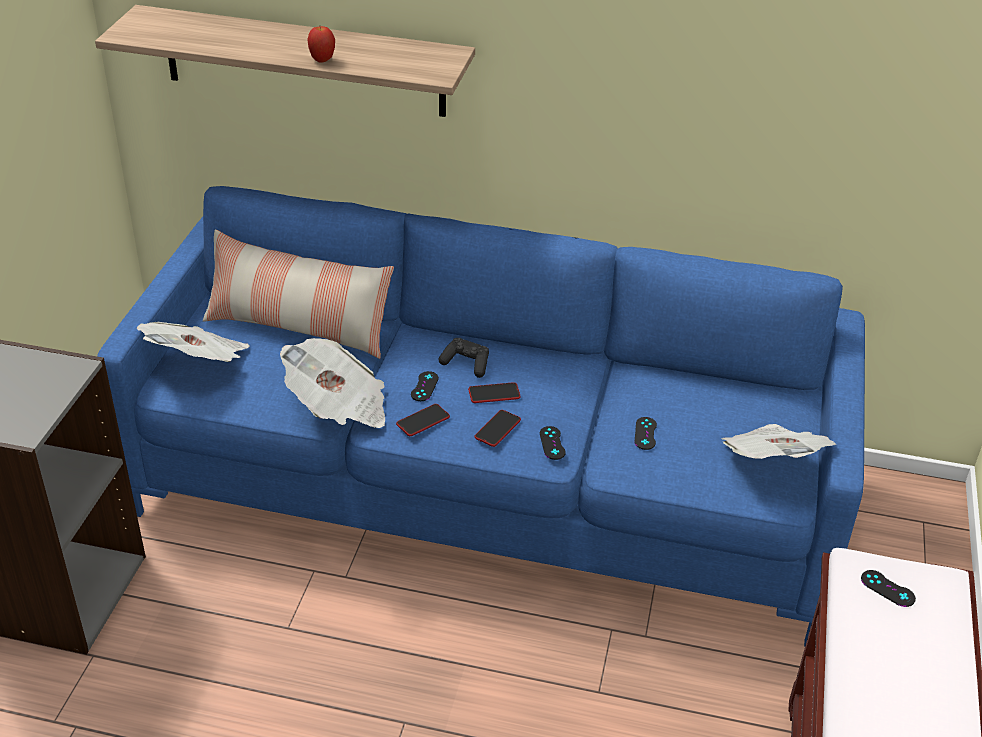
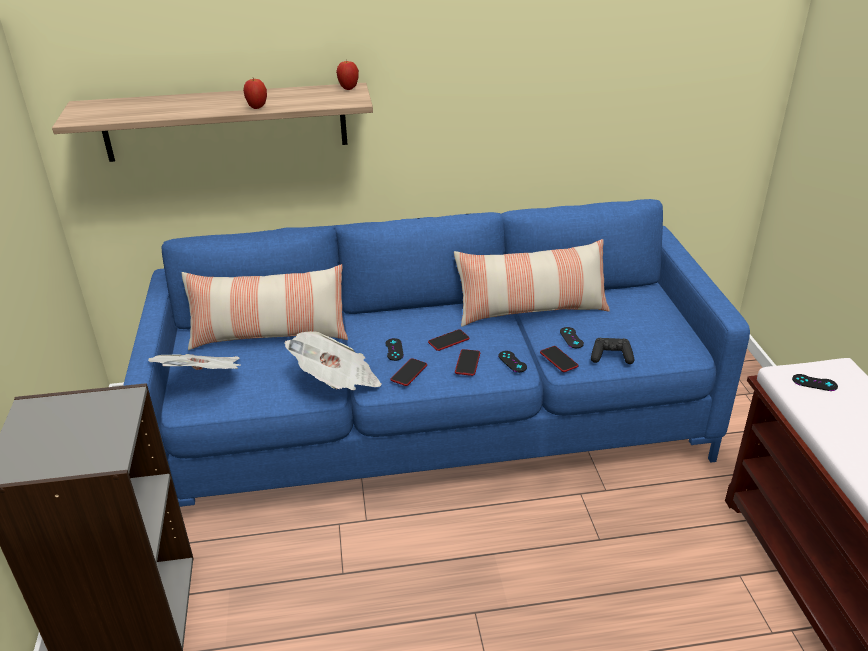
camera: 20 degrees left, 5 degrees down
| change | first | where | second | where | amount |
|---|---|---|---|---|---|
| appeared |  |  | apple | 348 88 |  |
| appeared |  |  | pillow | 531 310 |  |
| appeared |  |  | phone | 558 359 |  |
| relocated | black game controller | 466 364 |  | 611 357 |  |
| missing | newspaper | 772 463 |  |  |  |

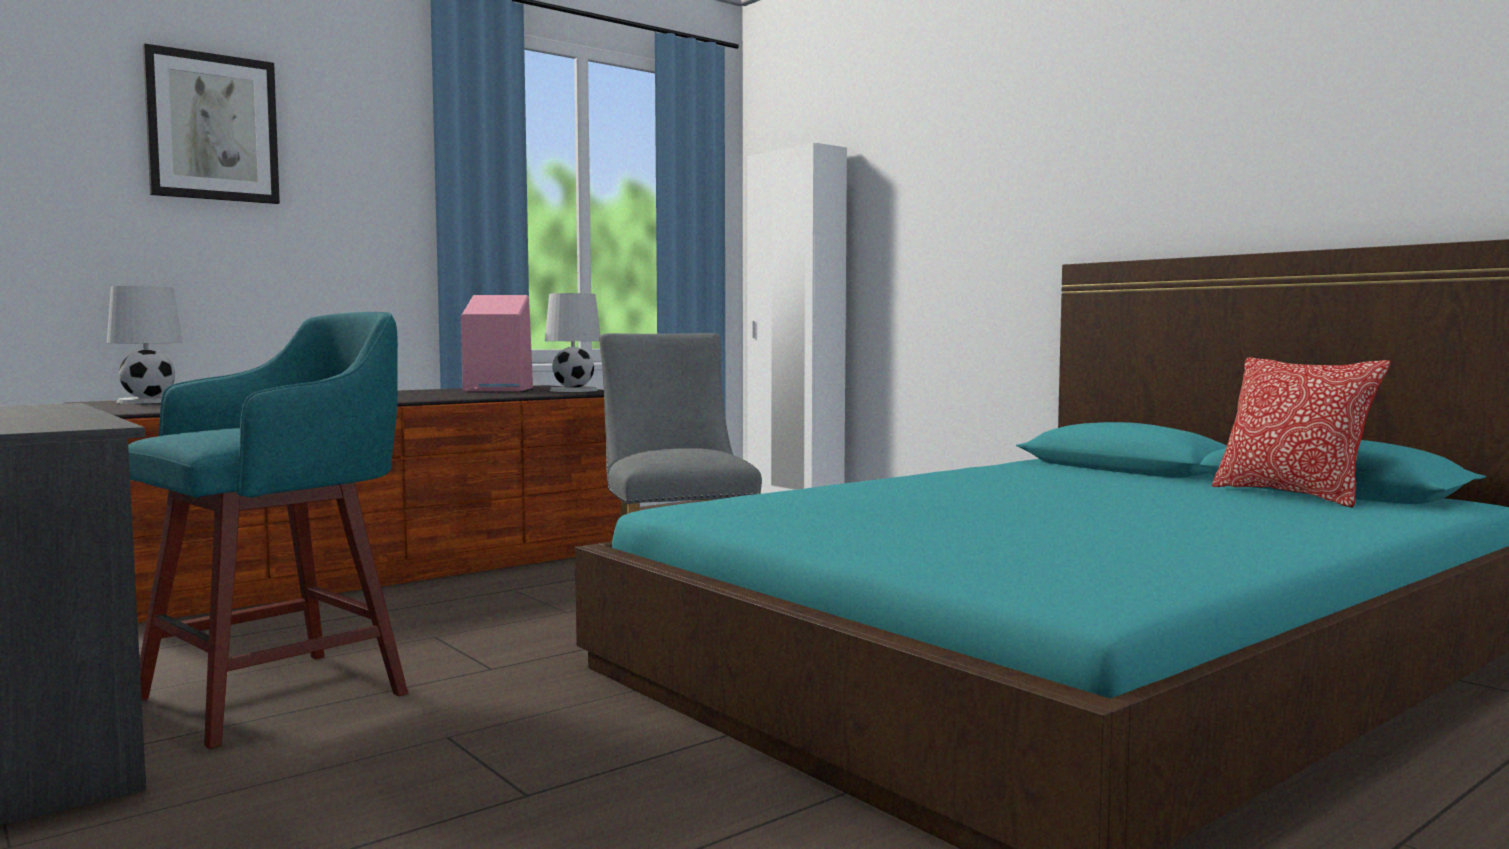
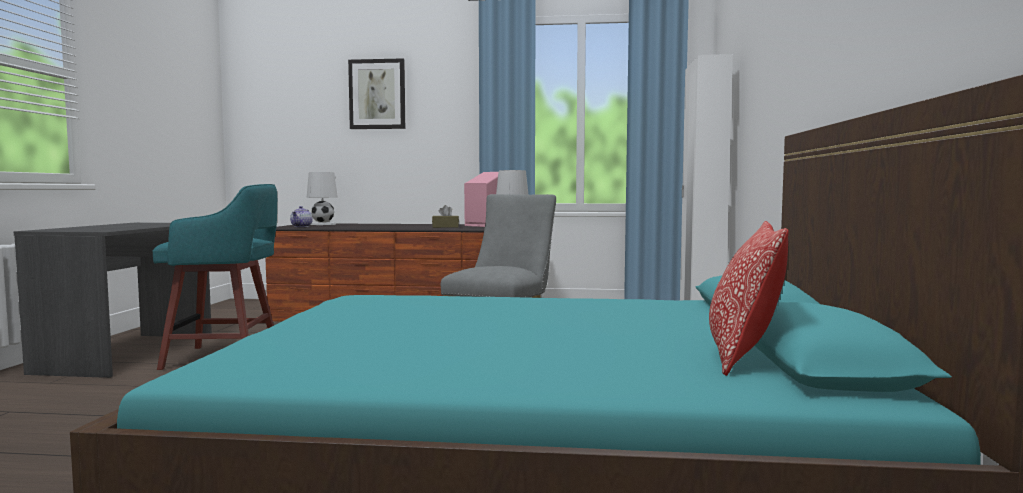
camera: 45 degrees right, 0 degrees up
| change | first | where | second | where | amount |
|---|---|---|---|---|---|
| appeared |  |  | teapot | 301 226 |  |
| appeared |  |  | brown tissue box | 445 227 |  |

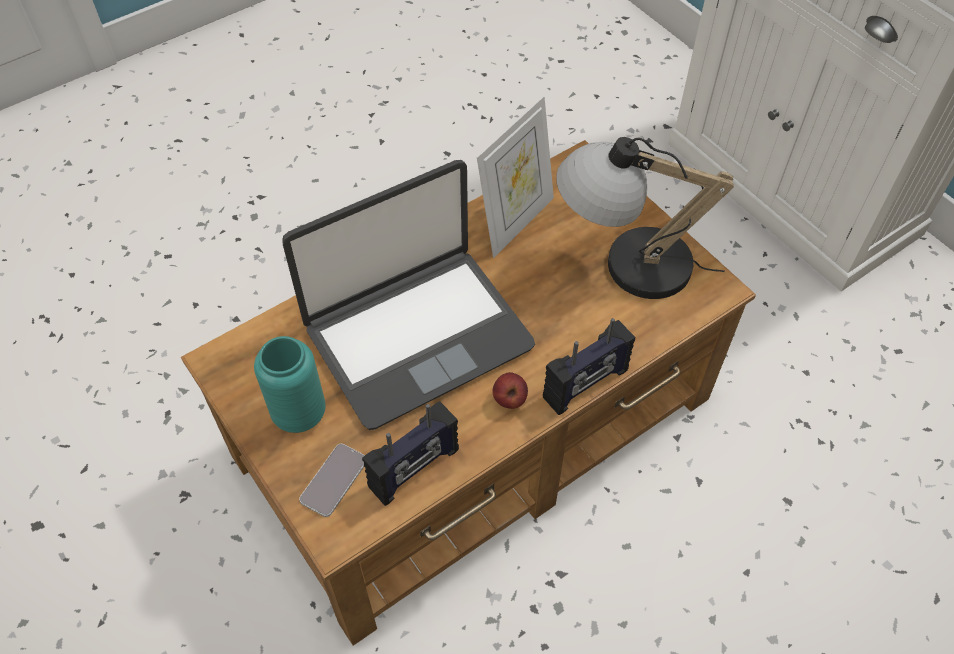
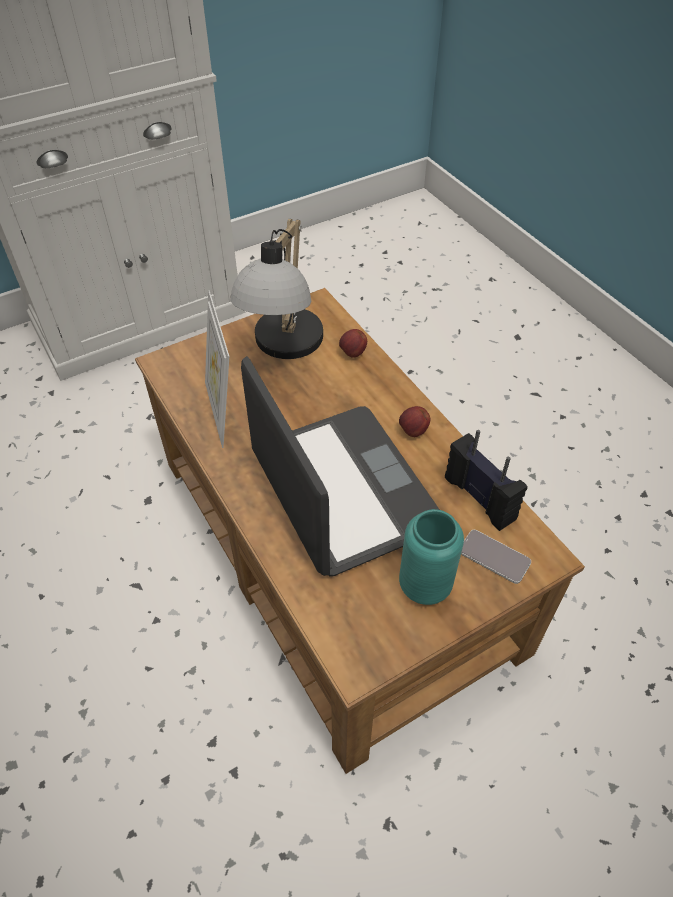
camera: 85 degrees left, 5 degrees down
| change | first | where | second | where | amount |
|---|---|---|---|---|---|
| spun | picture frame | 515 222 |  | 223 412 | 150 degrees counterclockwise |
| appeared |  |  | apple | 352 353 |  |
| missing | radio | 586 385 |  |  |  |

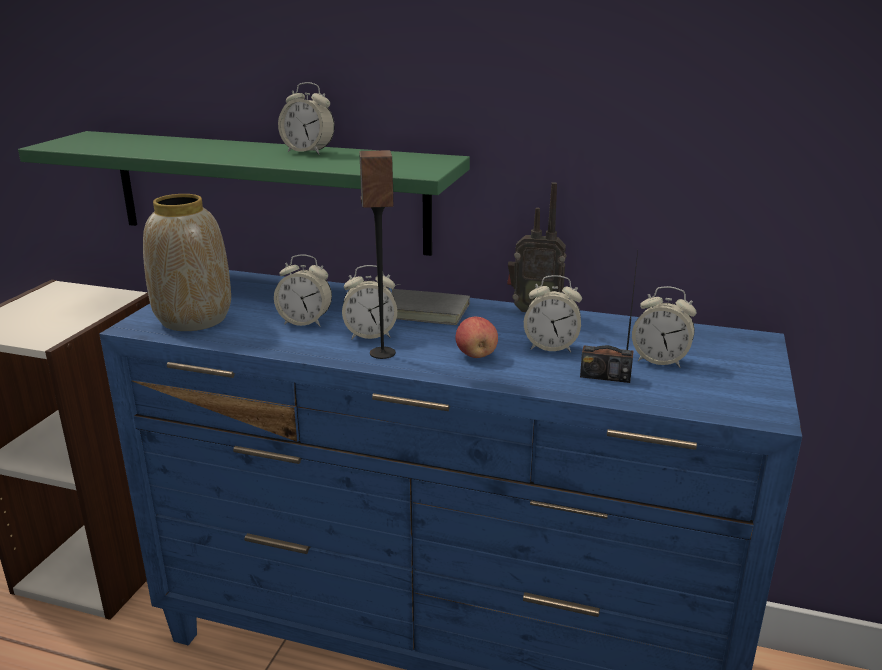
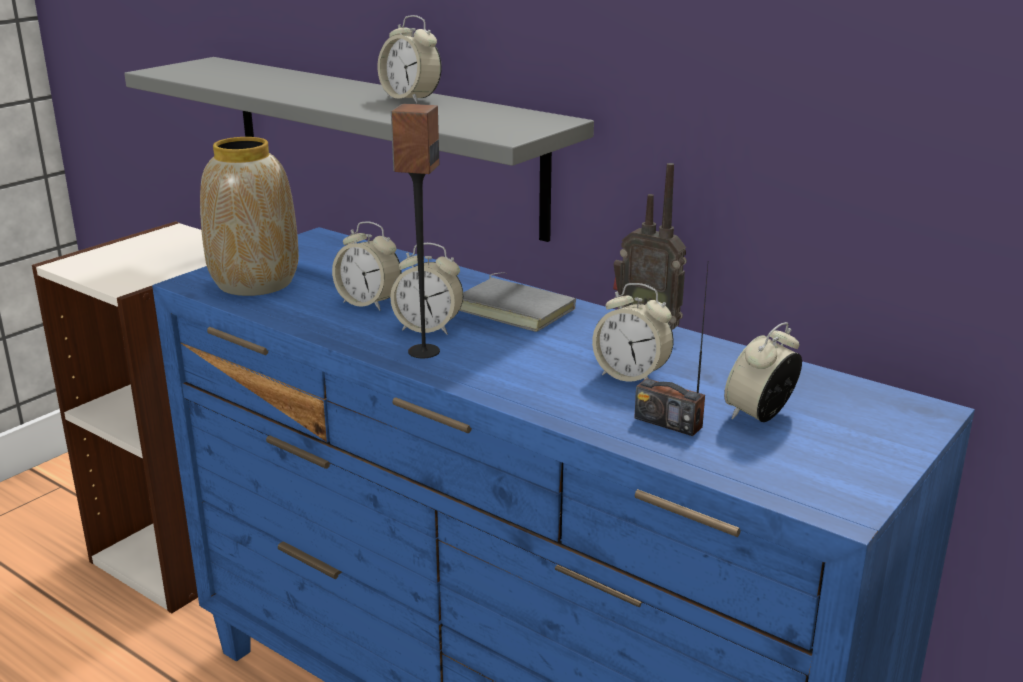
camera: 20 degrees right, 0 degrees up
| change | first | where | second | where | amount |
|---|---|---|---|---|---|
| colour | green shelf | 268 191 | grey shelf | 382 143 |  |
| spun | alarm clock | 660 360 |  | 759 415 | 90 degrees clockwise |
| missing | apple | 476 355 |  |  |  |

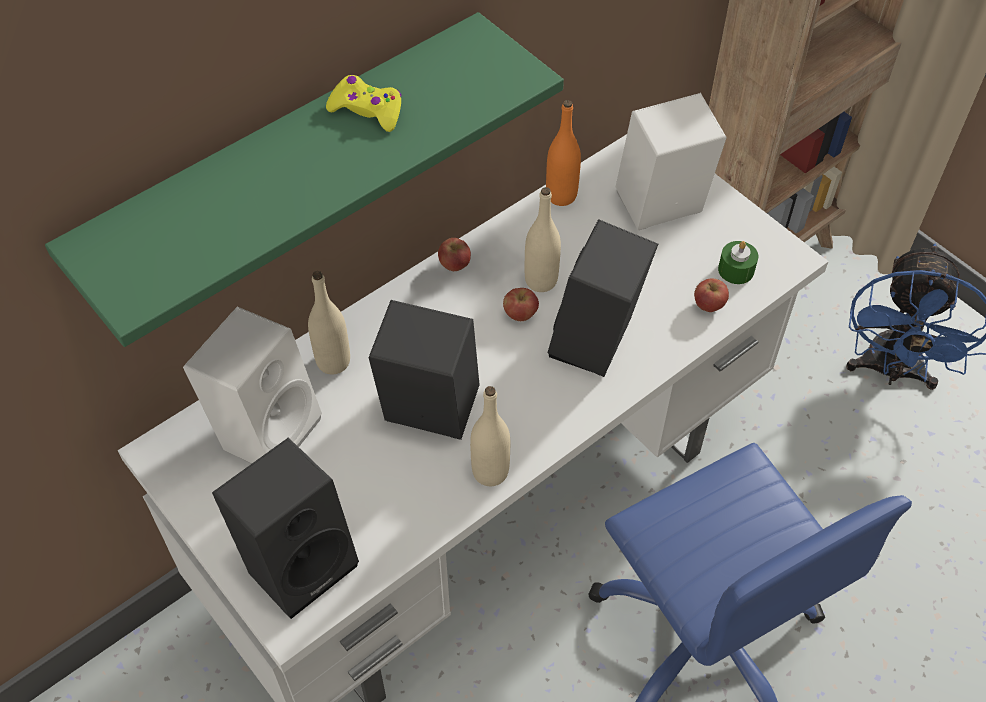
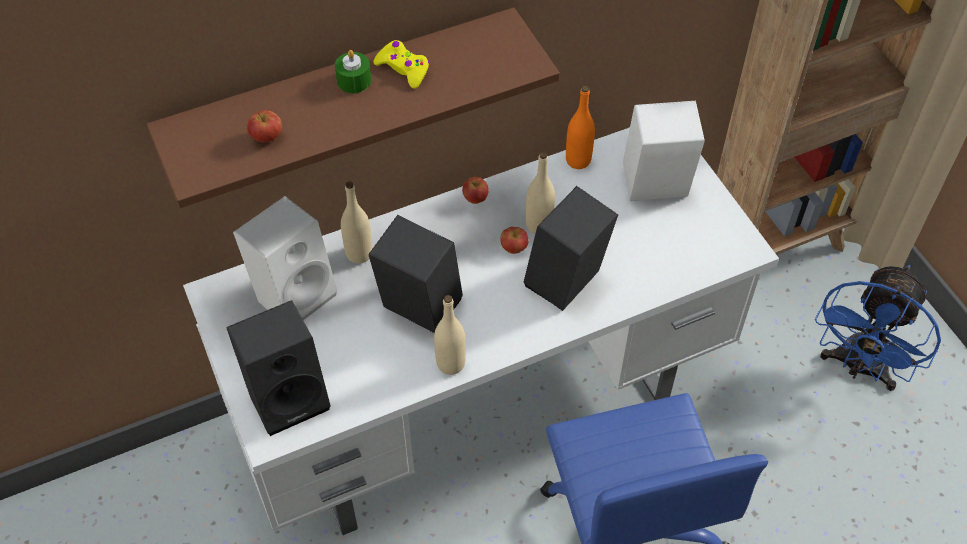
camera: 15 degrees right, 0 degrees up
| change | first | where | second | where | amount |
|---|---|---|---|---|---|
| colour | green shelf | 287 164 | brown shelf | 342 97 |  |
| relocated | apple | 709 305 |  | 267 137 |  |
| relocated | green candle | 736 270 |  | 354 80 |  |

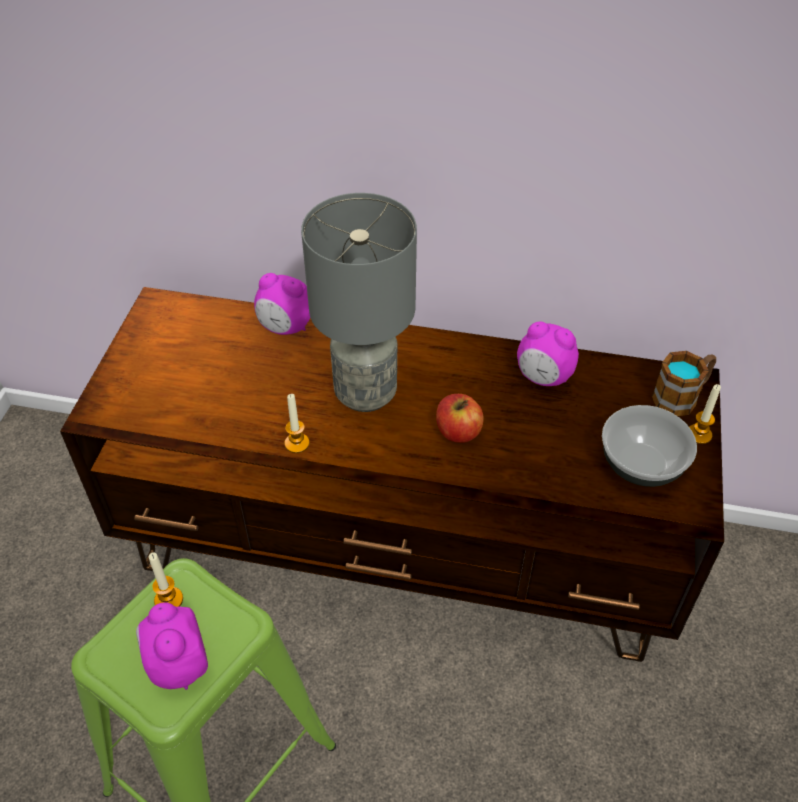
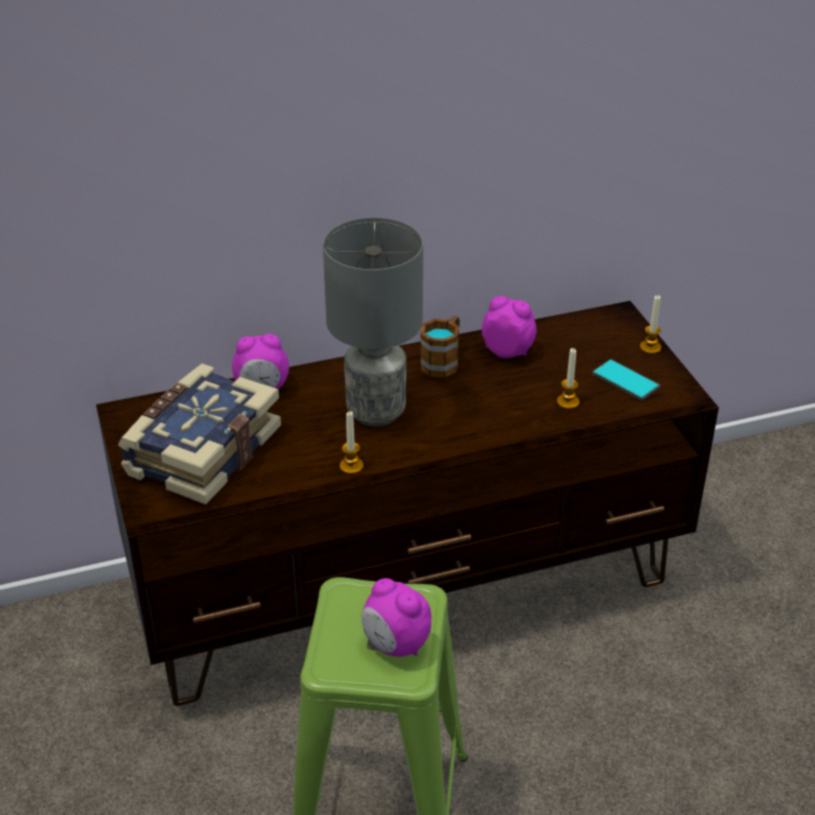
camera: 30 degrees left, 10 degrees down
| change | first | where | second | where | amount |
|---|---|---|---|---|---|
| appeared |  |  | book | 201 451 |  |
| relocated | mug | 681 396 |  | 443 361 |  |
| spun | alarm clock | 543 377 |  | 508 351 | 150 degrees counterclockwise |
| relocated | candle | 168 600 |  | 568 402 |  |
| exchanged | bowl | 641 464 | phone | 626 380 |  |
| missing | apple | 458 432 |  |  |  |

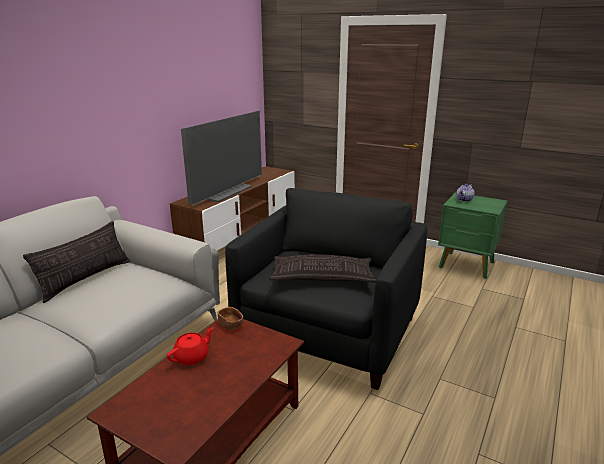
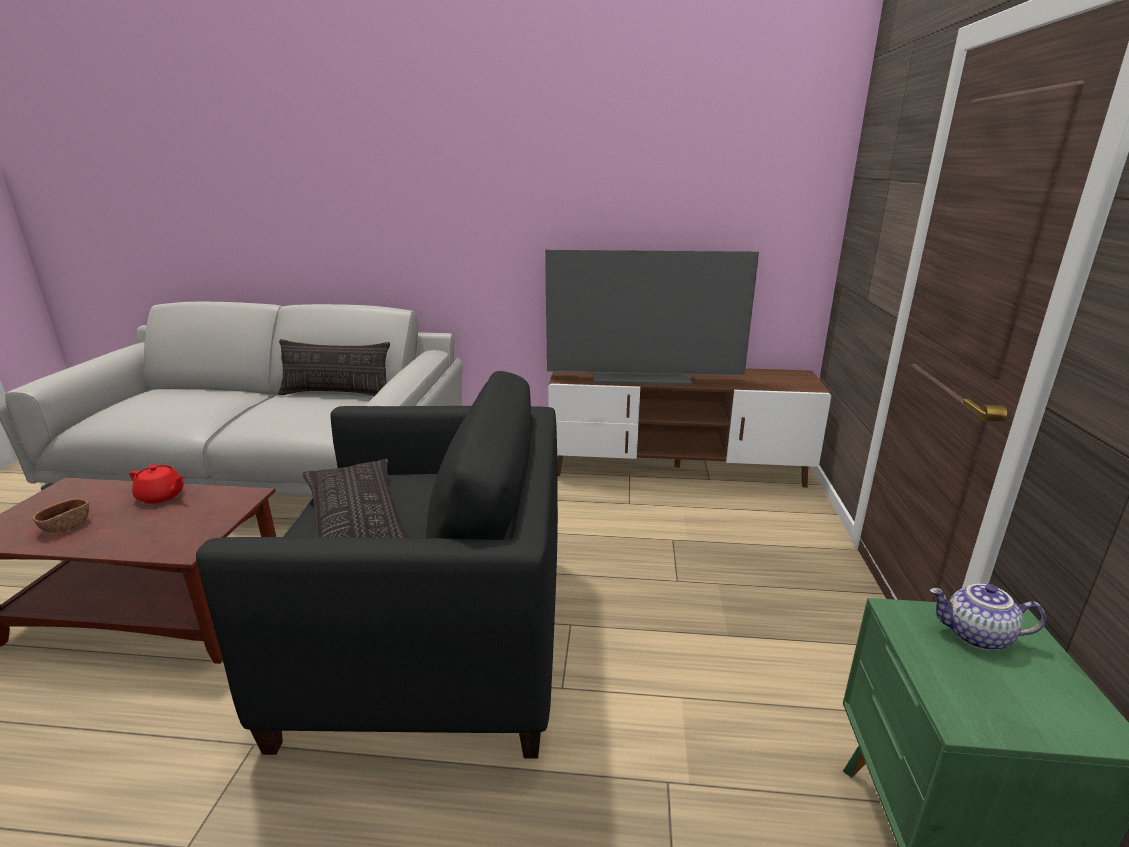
camera: 65 degrees right, 0 degrees up
| change | first | where | second | where | amount |
|---|---|---|---|---|---|
| relocated | brown bowl | 231 325 |  | 66 526 |  |

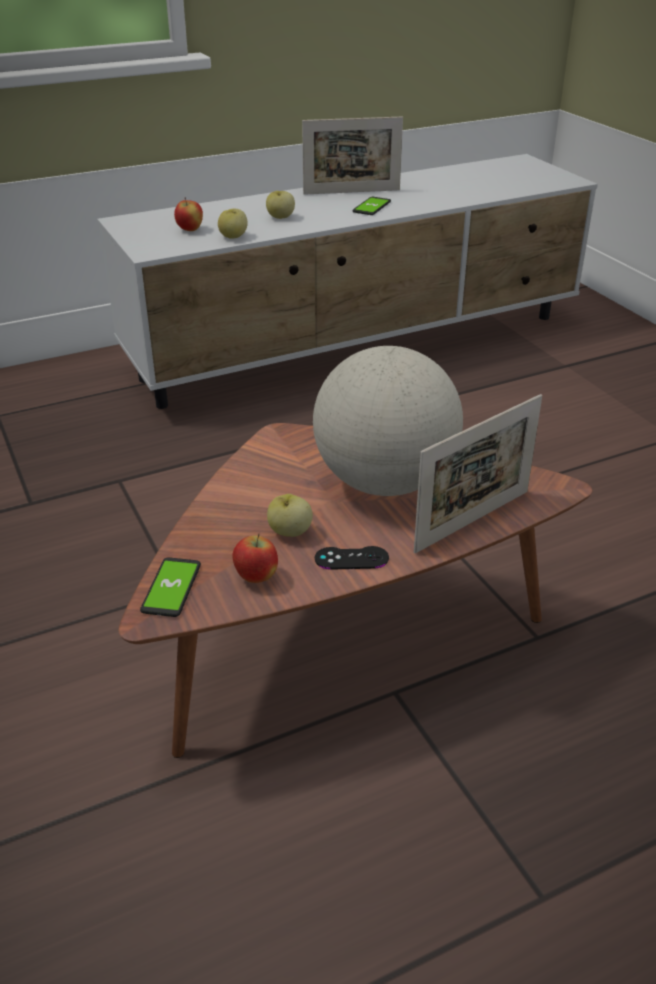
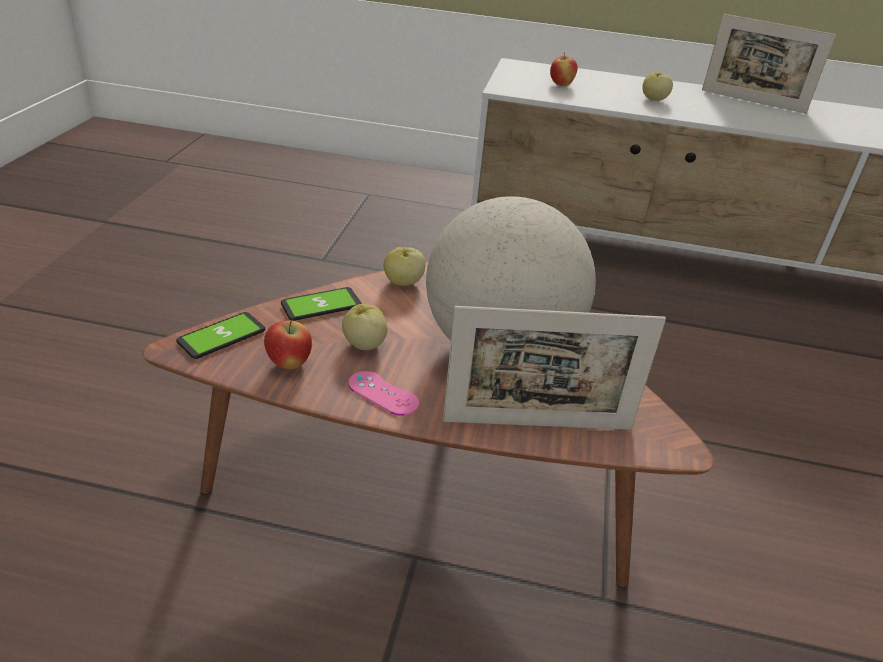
camera: 35 degrees right, 0 degrees up
| change | first | where | second | where | amount |
|---|---|---|---|---|---|
| relocated | phone | 371 207 |  | 321 305 |  |
| colour | black game controller | 351 558 | pink game controller | 383 393 |  |
| relocated | apple | 233 237 |  | 403 282 |  |

